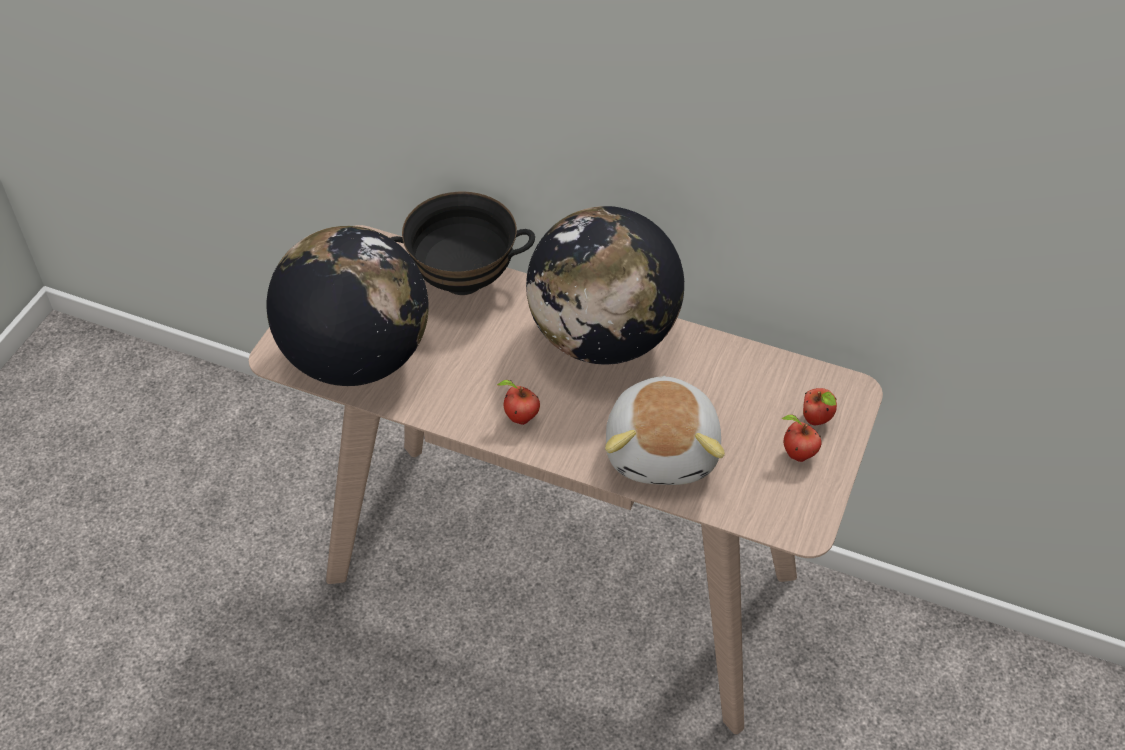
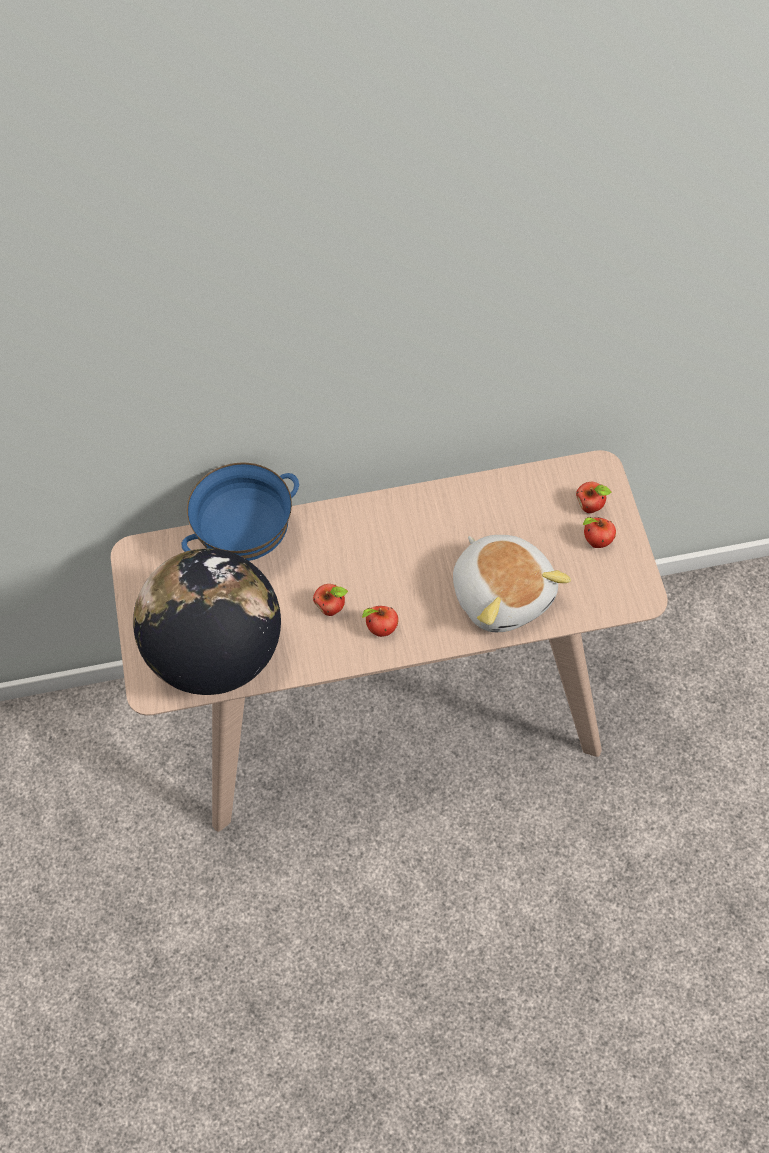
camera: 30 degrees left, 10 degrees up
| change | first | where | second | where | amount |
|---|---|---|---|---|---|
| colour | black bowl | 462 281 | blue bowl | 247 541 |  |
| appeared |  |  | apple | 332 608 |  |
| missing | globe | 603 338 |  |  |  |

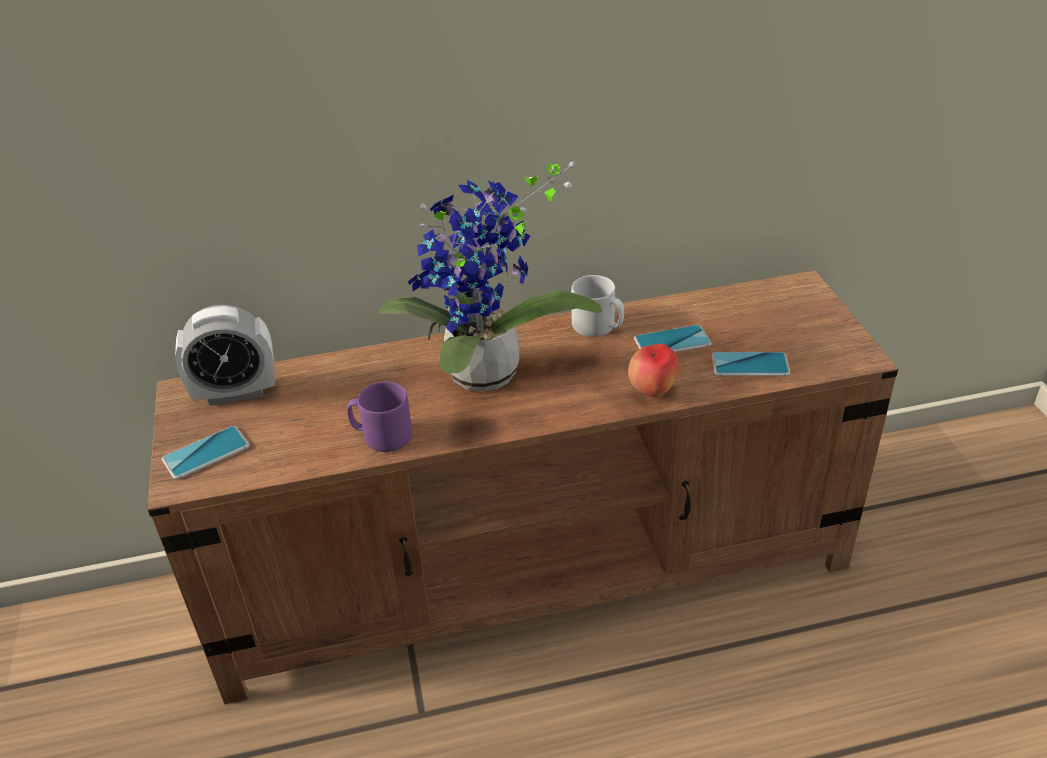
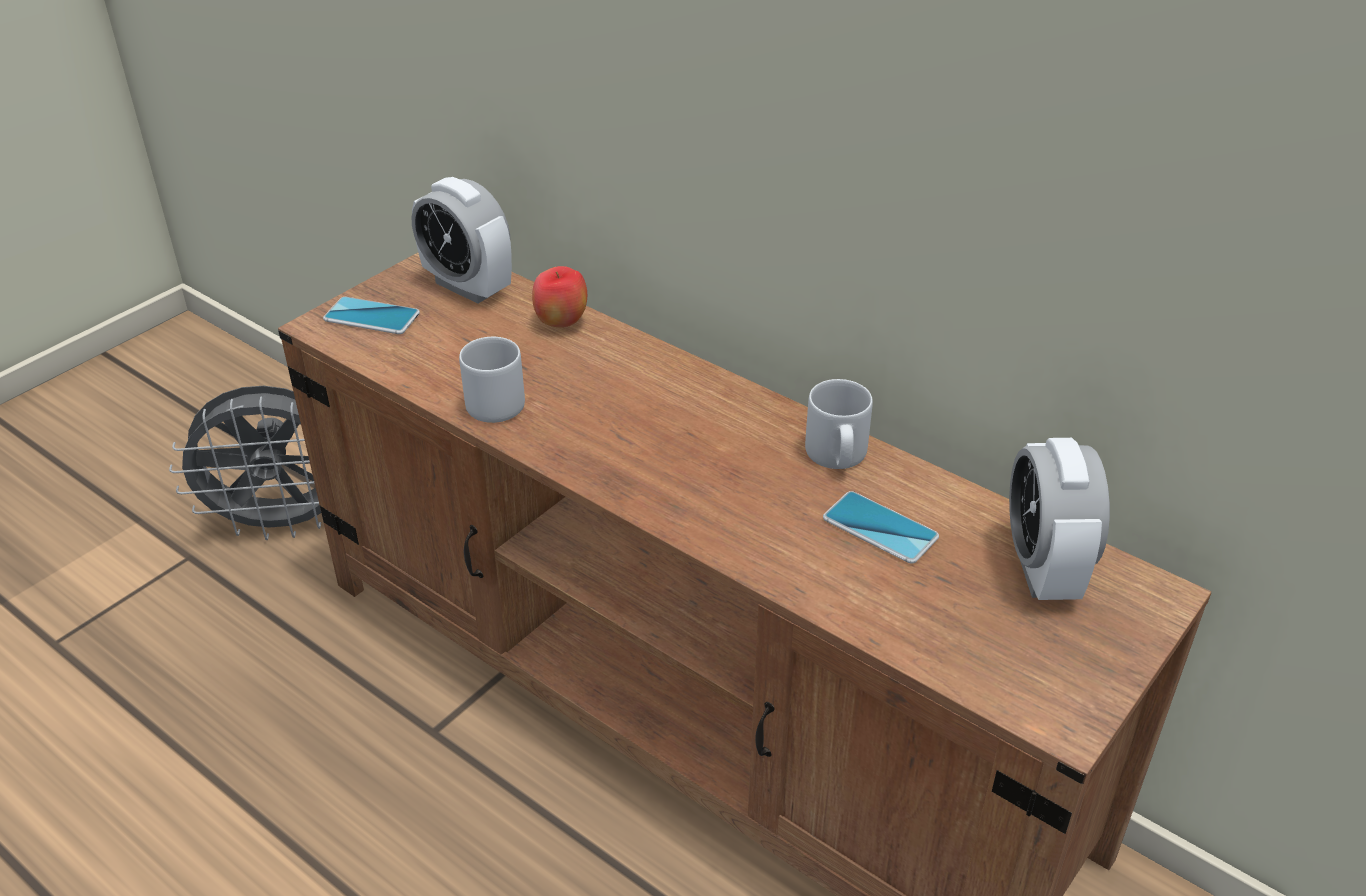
camera: 50 degrees right, 0 degrees up
| change | first | where | second | where | amount |
|---|---|---|---|---|---|
| appeared |  |  | grey fan | 284 522 |  |
| colour | purple mug | 382 436 | grey mug | 492 401 |  |
| relocated | apple | 652 391 |  | 561 322 |  |
| appeared |  |  | alarm clock | 1042 569 |  |
| missing | potted plant | 485 379 |  |  |  |
| missing | phone | 750 365 |  |  |  |

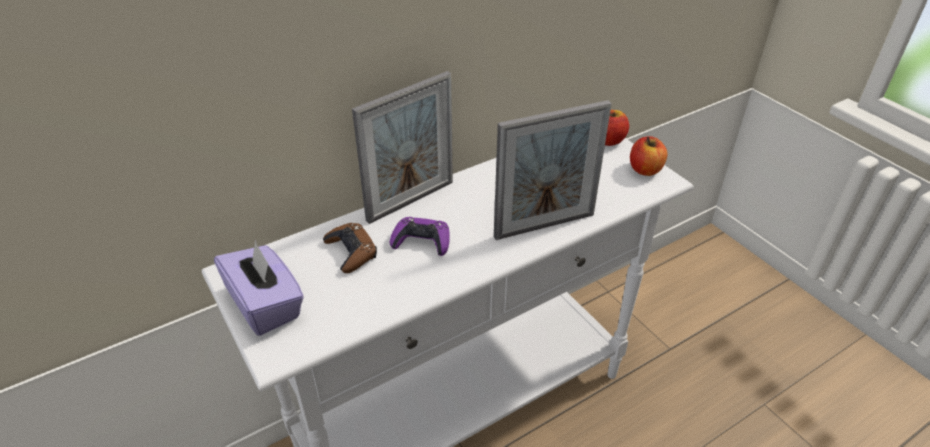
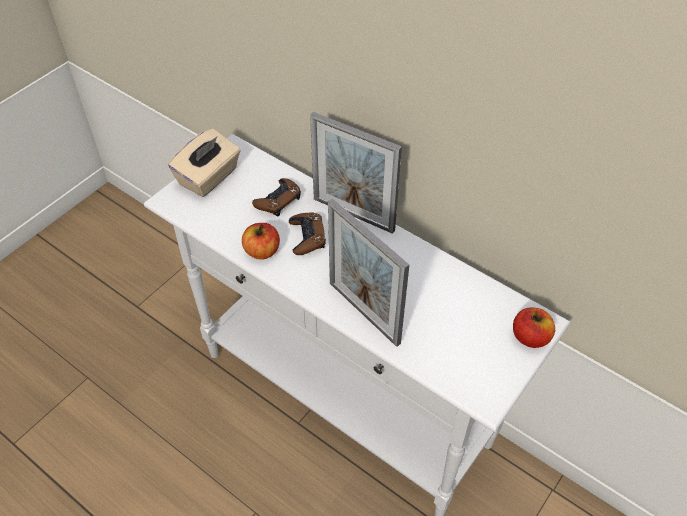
camera: 70 degrees right, 10 degrees up
| change | first | where | second | where | amount |
|---|---|---|---|---|---|
| colour | purple tissue box | 266 305 | beige tissue box | 209 177 |  |
| relocated | apple | 645 169 |  | 262 251 |  |
| colour | purple game controller | 421 241 | brown game controller | 307 237 |  |

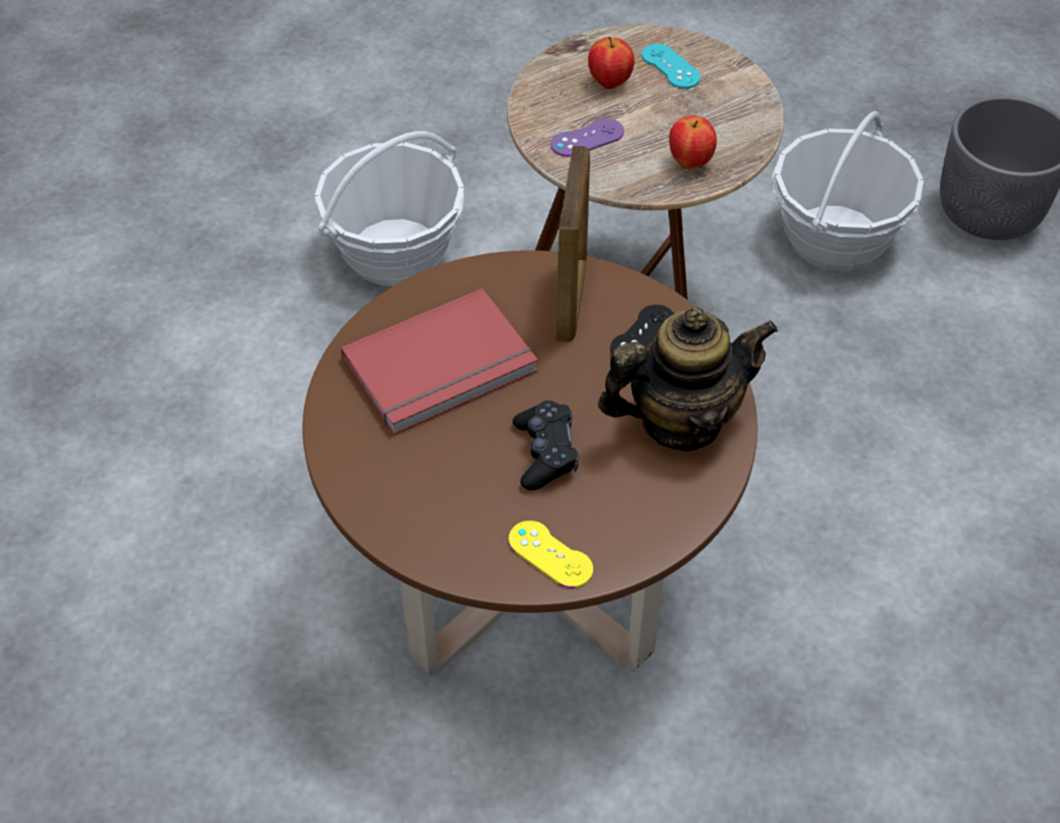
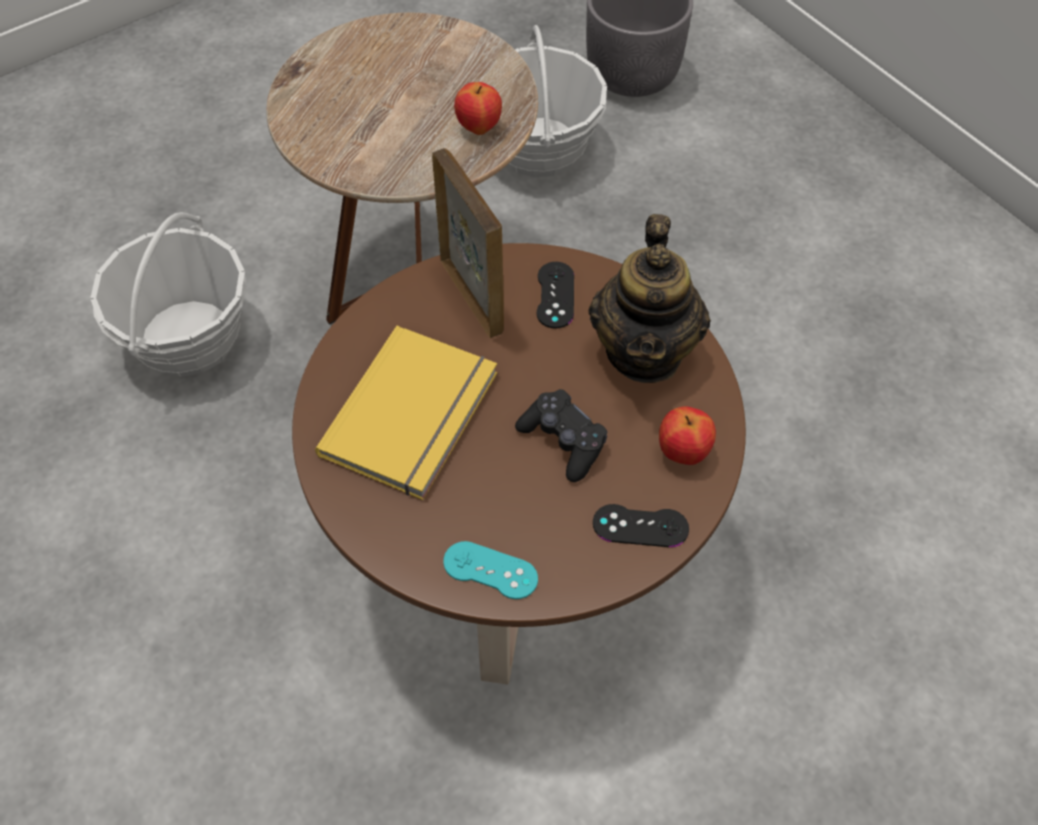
camera: 35 degrees left, 5 degrees up
| change | first | where | second | where | amount |
|---|---|---|---|---|---|
| colour | red book | 443 368 | yellow book | 415 415 |  |
| relocated | turquoise game controller | 670 66 |  | 490 570 |  |
| spun | teapot | 680 420 |  | 645 352 | 150 degrees clockwise |
| colour | yellow game controller | 550 554 | black game controller | 640 526 |  |
| relocated | apple | 610 83 |  | 683 453 |  |
| missing | purple game controller | 587 138 |  |  |  |

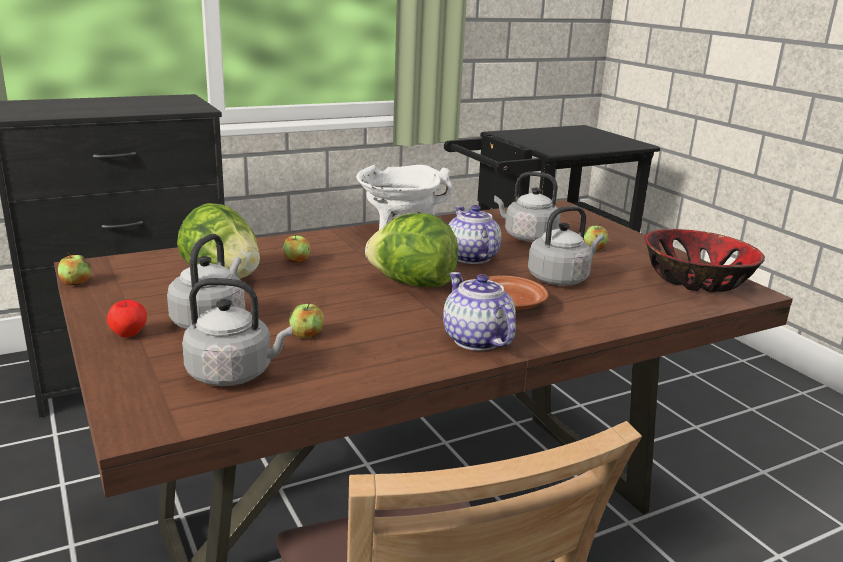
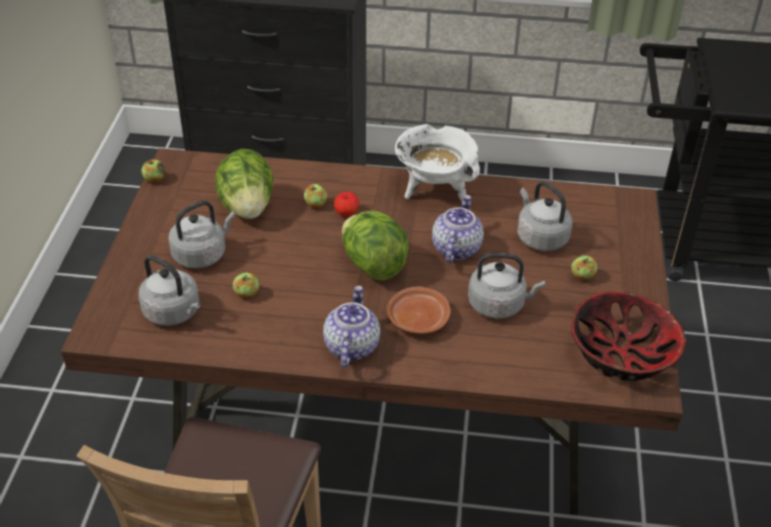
camera: 35 degrees right, 20 degrees up
| change | first | where | second | where | amount |
|---|---|---|---|---|---|
| relocated | apple | 129 334 |  | 346 213 |  |

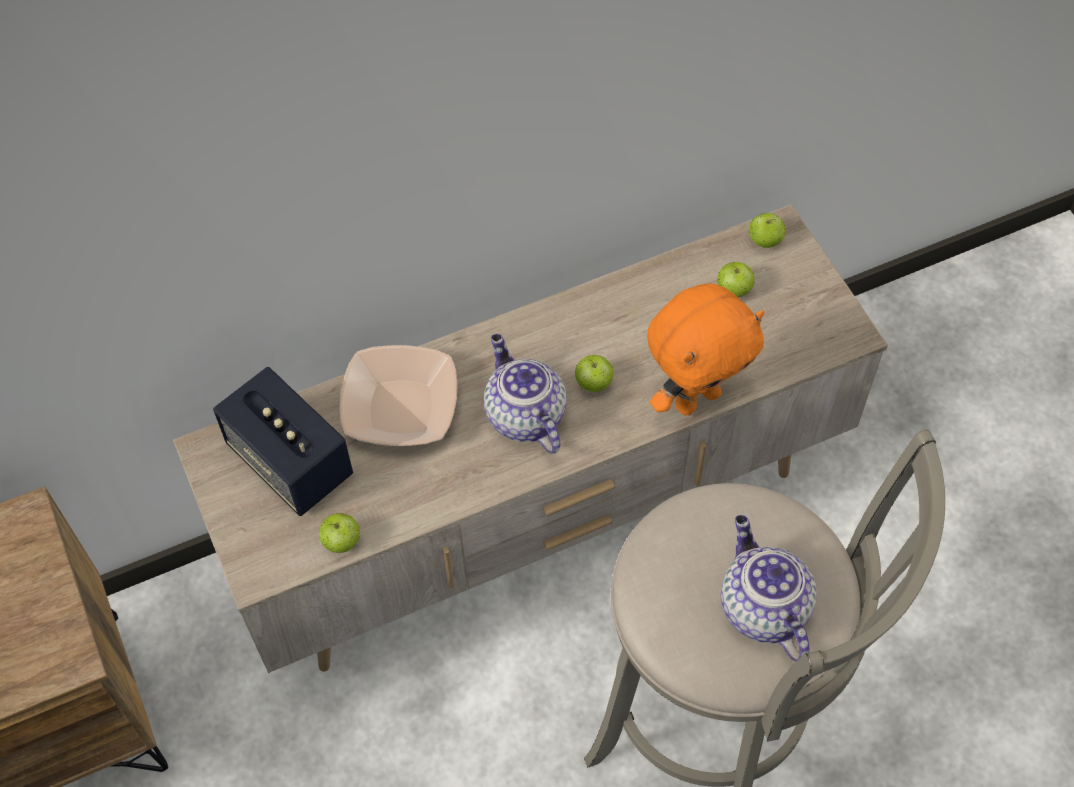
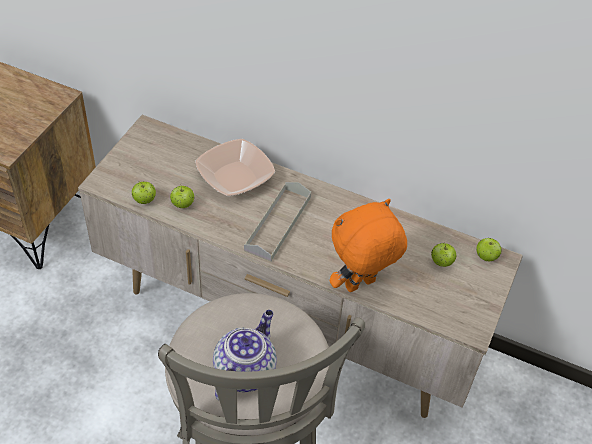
camera: 45 degrees right, 10 degrees down
| change | first | where | second | where | amount |
|---|---|---|---|---|---|
| relocated | apple | 593 383 |  | 182 205 |  |
| exchanged | teapot | 523 415 | grey tray | 278 223 |  |
| spun | orange plush toy | 696 398 |  | 360 286 | 135 degrees clockwise |
| missing | speaker | 290 461 |  |  |  |

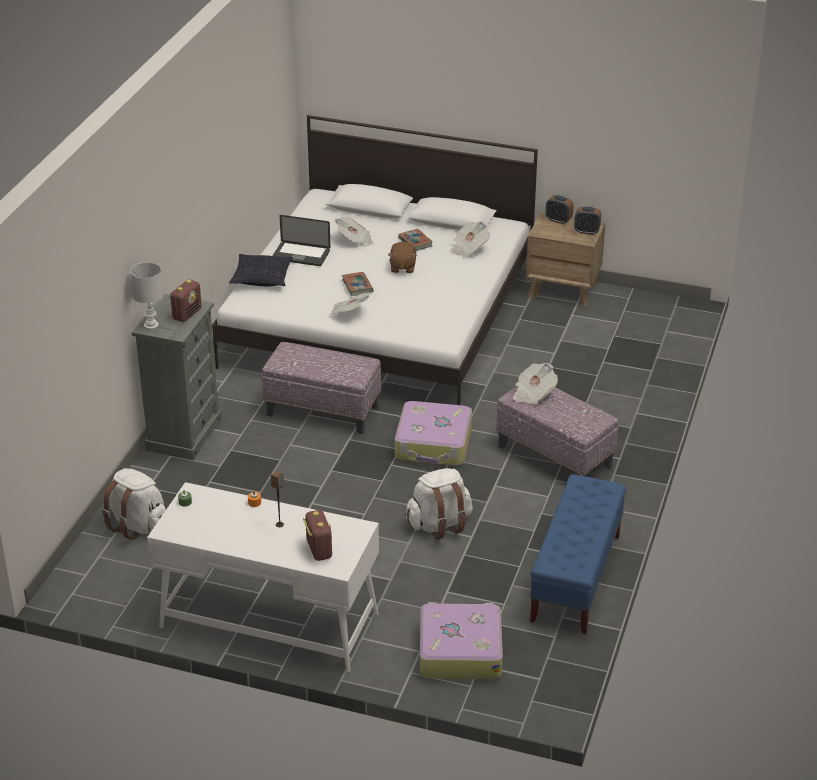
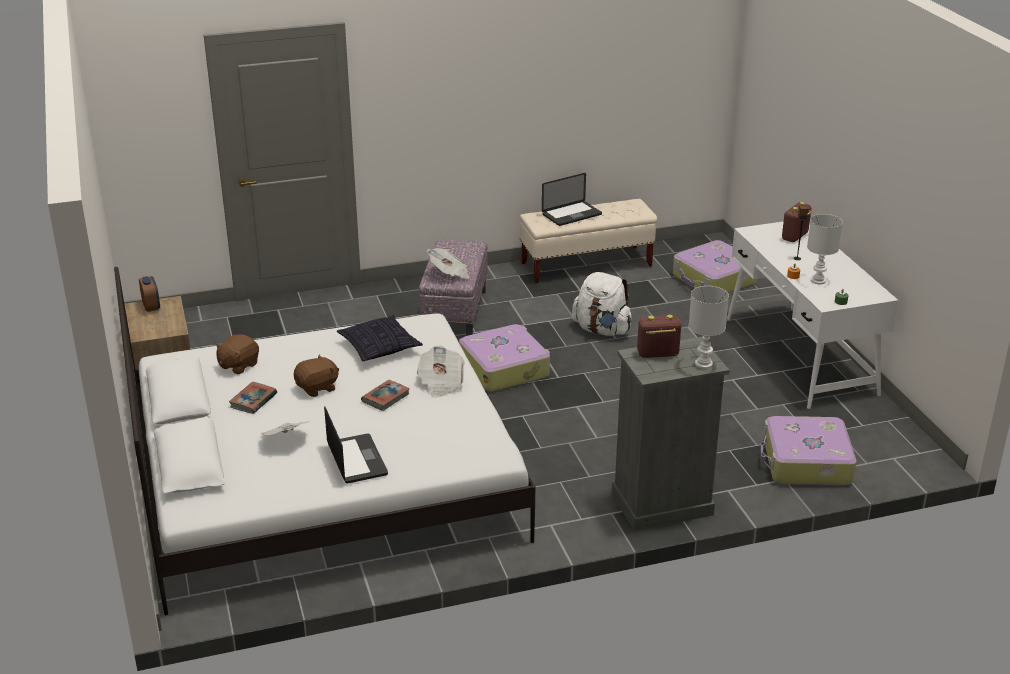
camera: 125 degrees left, 5 degrees down
| change | first | where | second | where | amount |
|---|---|---|---|---|---|
| exchanged | newspaper | 468 248 | brown plush toy | 238 365 |  |
| relocated | pillow | 262 278 |  | 379 348 |  |
| colour | blue bench | 576 579 | beige bench | 587 265 |  |
| appeared |  |  | laptop | 571 214 |  |
| exchanged | white backpack | 138 525 | suitcase | 805 463 |  |
| appeared |  |  | white table lamp | 817 281 |  |
| missing | ottoman | 323 410 |  |  |  |
| missing | alarm clock | 558 220 |  |  |  |

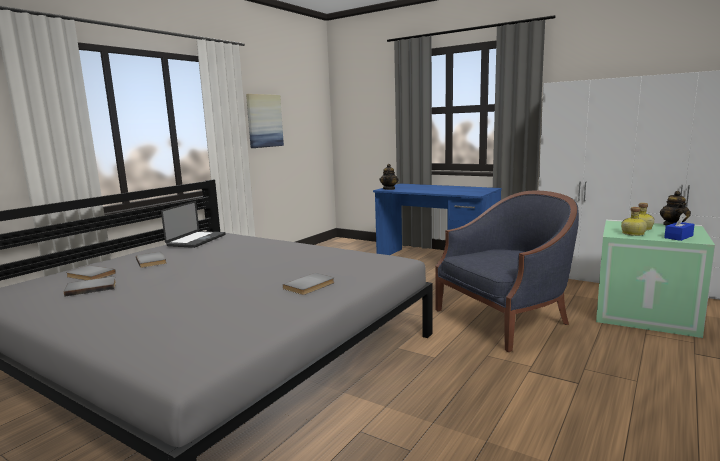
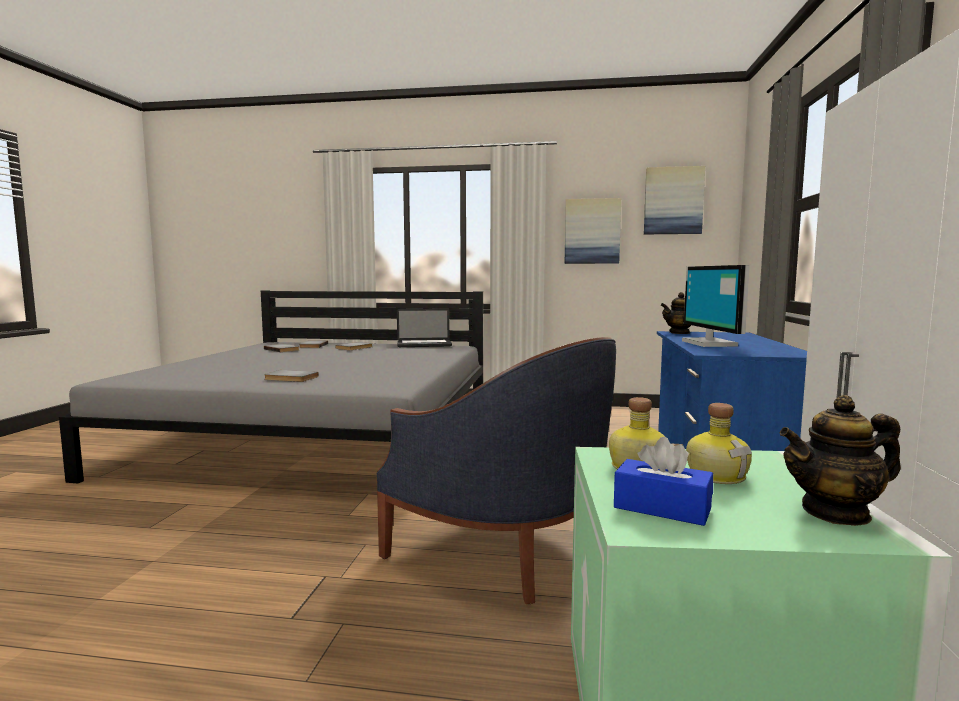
camera: 65 degrees right, 5 degrees down
| change | first | where | second | where | amount |
|---|---|---|---|---|---|
| appeared |  |  | picture | 673 201 |  |
| appeared |  |  | monitor | 711 343 |  |

